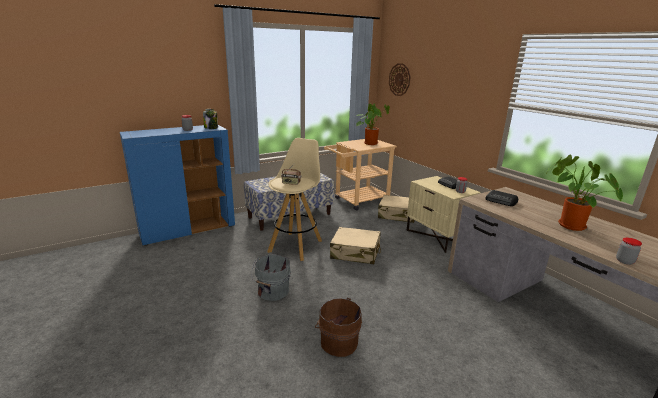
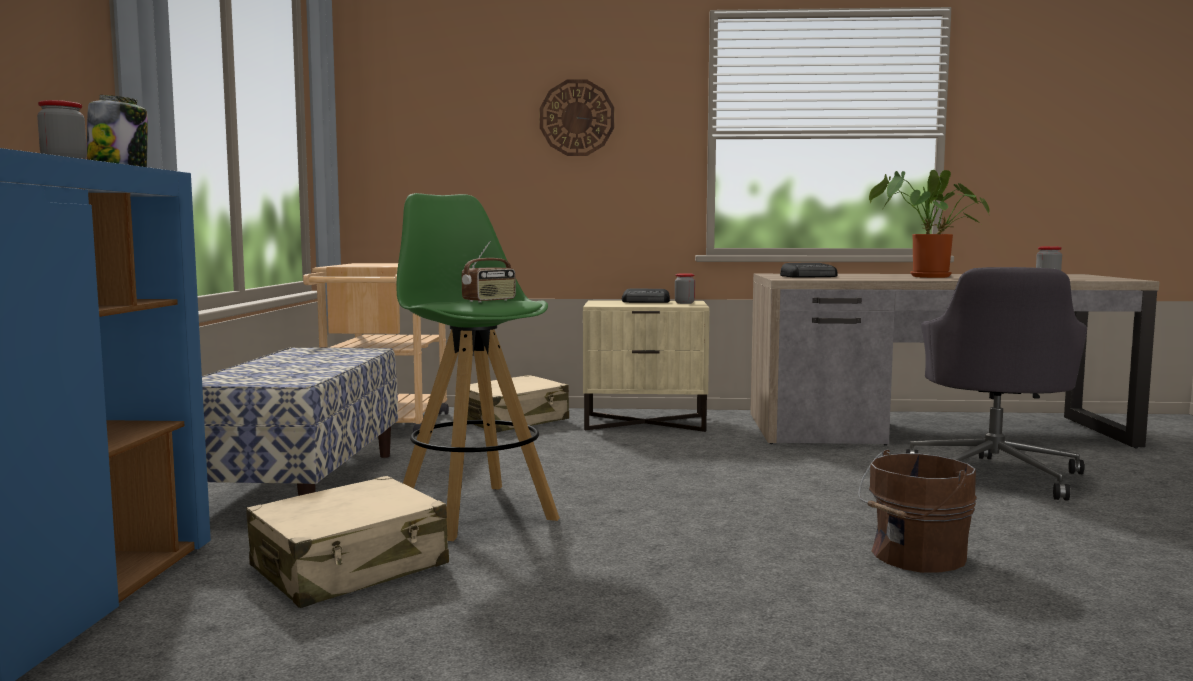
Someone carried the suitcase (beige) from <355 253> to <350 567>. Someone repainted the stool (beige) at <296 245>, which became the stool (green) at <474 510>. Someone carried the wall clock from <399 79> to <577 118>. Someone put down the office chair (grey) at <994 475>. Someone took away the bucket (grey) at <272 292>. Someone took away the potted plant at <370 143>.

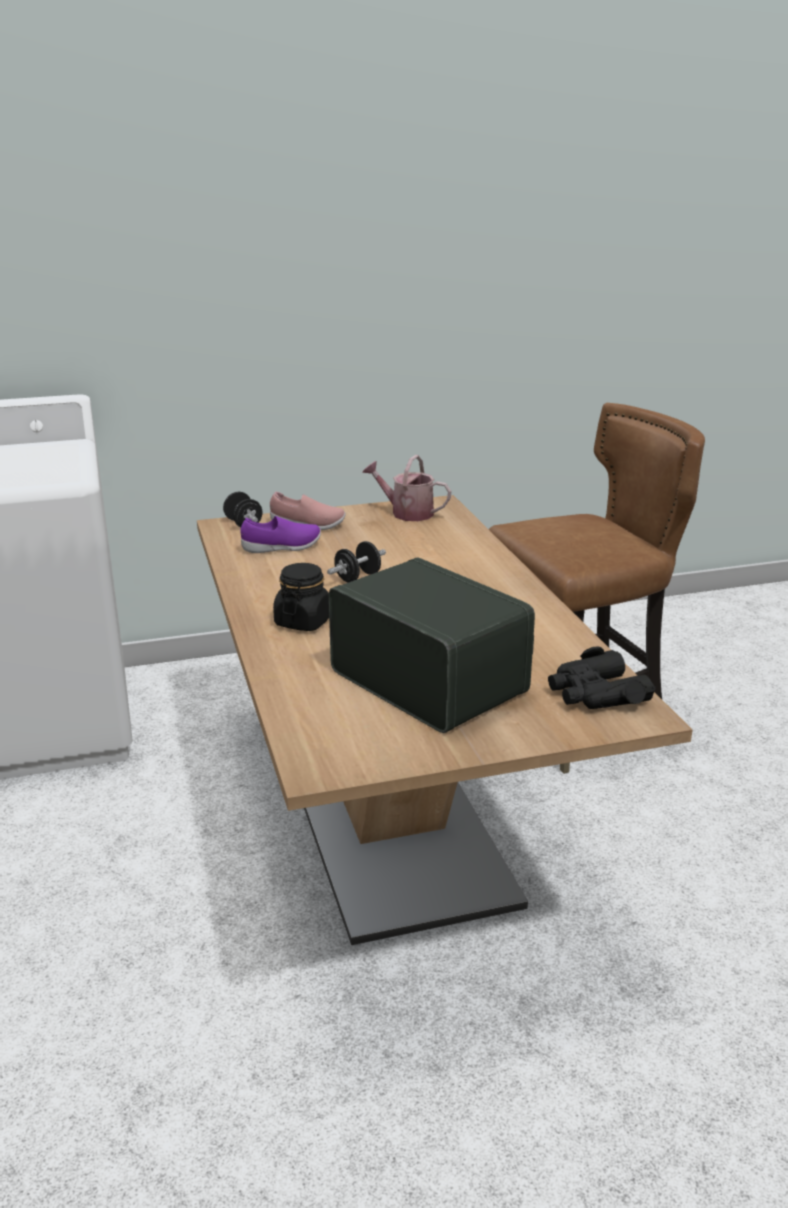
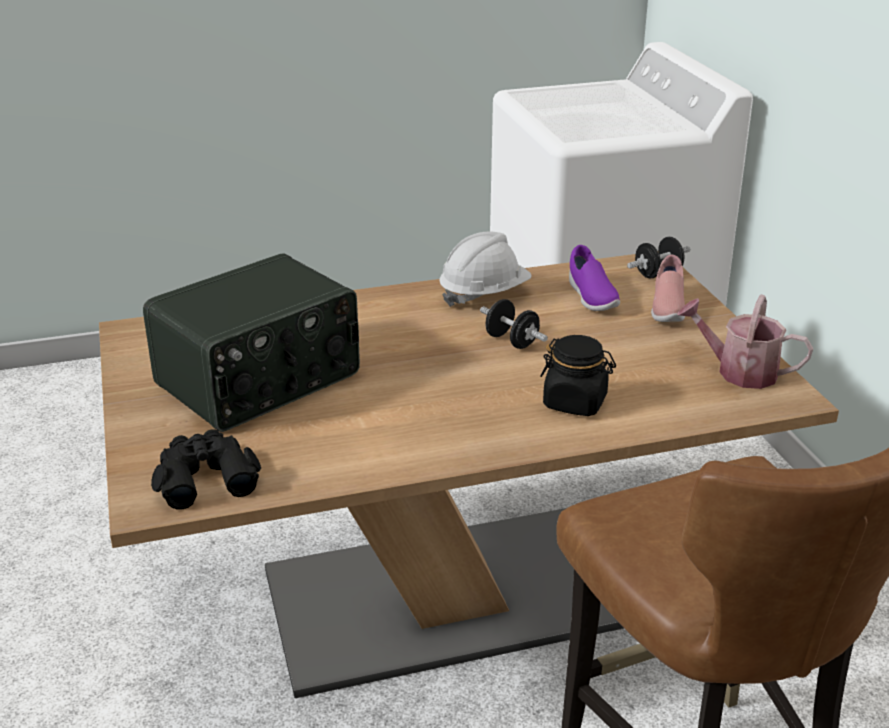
Someone put down the hard hat (white) at <484 294>. Someone carried the jar (black) from <303 621> to <575 402>. Someone rotated the watering can at <406 513> by 90 degrees counterclockwise.

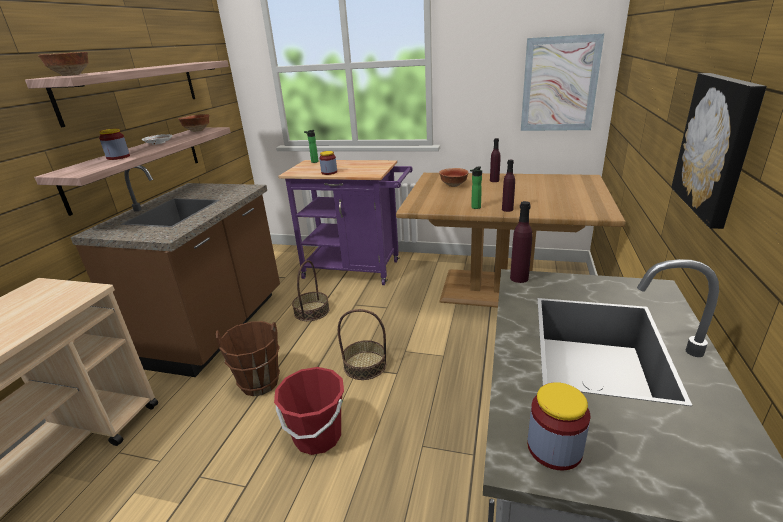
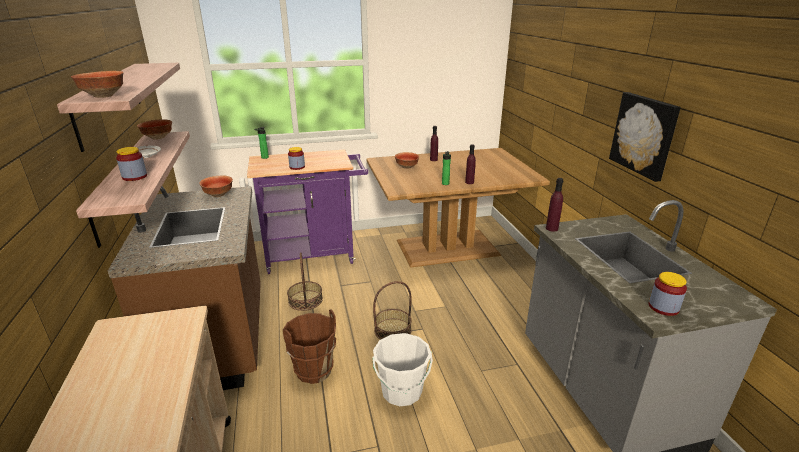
Someone put down the bowl at <219 195>. Someone repainted the bucket (red) at <317 436>, which became the bucket (white) at <401 391>. Someone took away the picture at <559 85>.

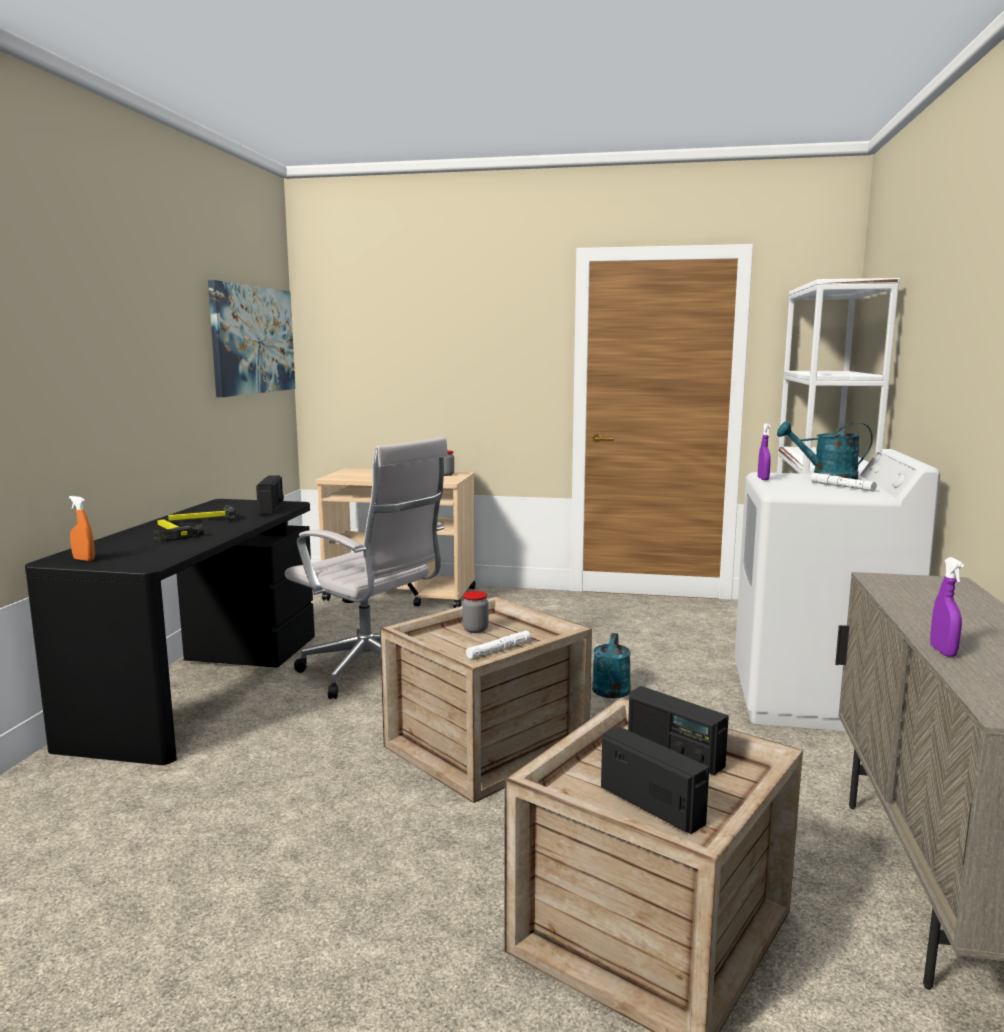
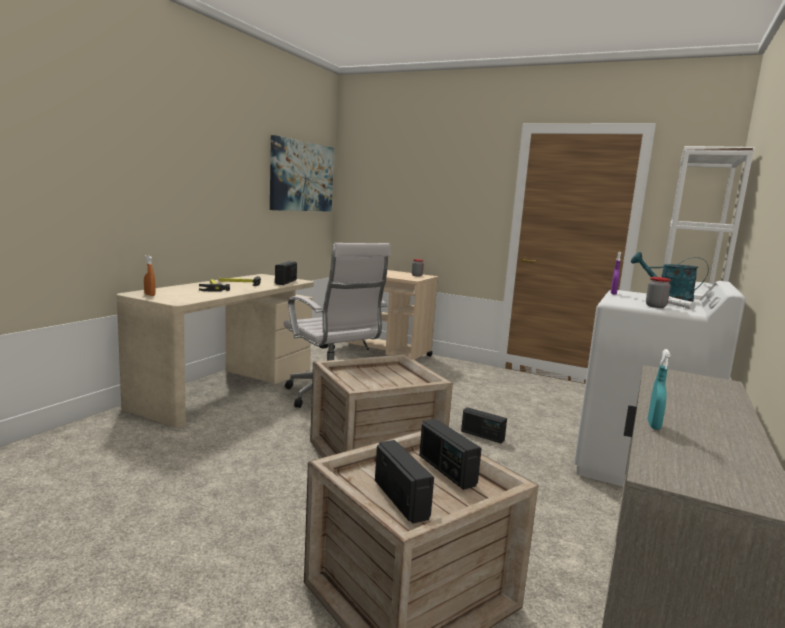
Someone repainted the desk (black) at <202 686>, which became the desk (beige) at <227 387>. Someone swapped the watering can (turquoise) at <610 693> for the radio at <482 436>. Someone carried the jar from <475 629> to <655 306>. Someone repainted the spray bottle (purple) at <943 651>, which became the spray bottle (turquoise) at <653 425>. Someone took away the flashlight (white) at <499 649>.

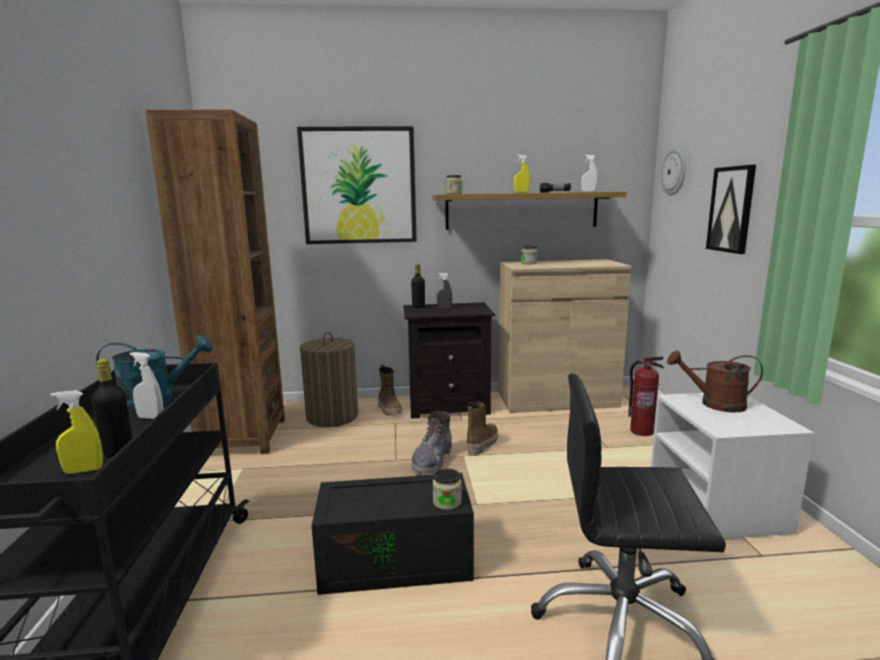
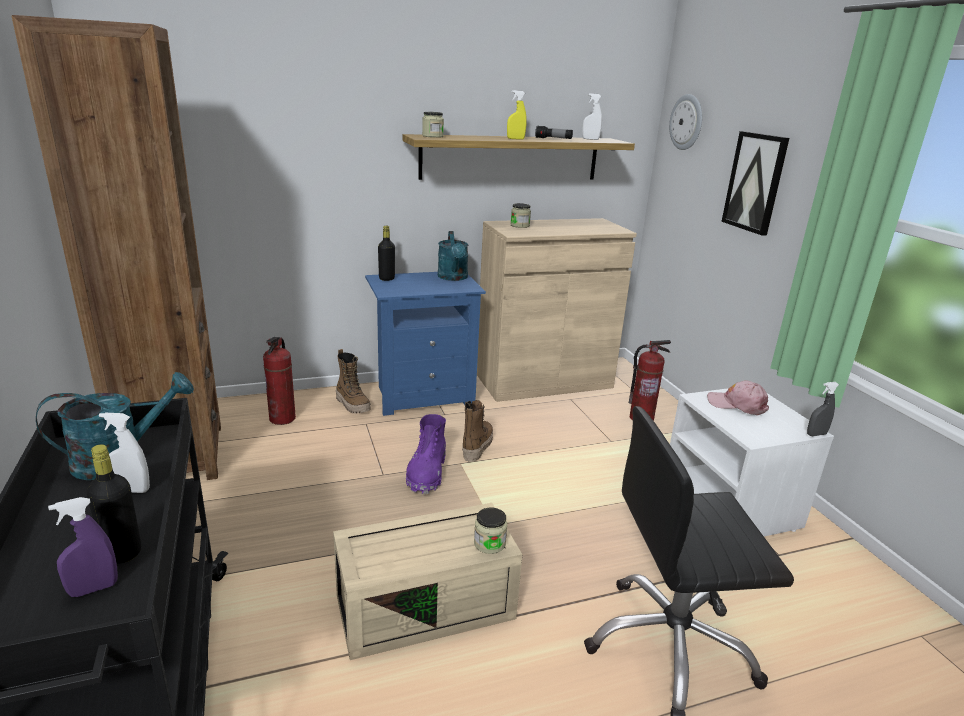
Someone repainted the spray bottle (yellow) at <83 470>, which became the spray bottle (purple) at <93 589>. Someone swapped the laundry basket at <332 416> for the fire extinguisher at <283 419>. Someone repainted the storage box (black) at <397 559>, which became the storage box (beige) at <427 604>. Someone repainted the nightstand (black) at <448 406>, which became the nightstand (blue) at <423 395>. Someone repainted the boot (grey) at <432 461>, which became the boot (purple) at <427 473>. Someone put down the watering can (turquoise) at <453 278>. Someone swapped the watering can (brown) at <714 404> for the cap (pink) at <737 404>. Someone carried the spray bottle (grey) from <444 307> to <816 434>. Someone took away the picture at <359 186>.

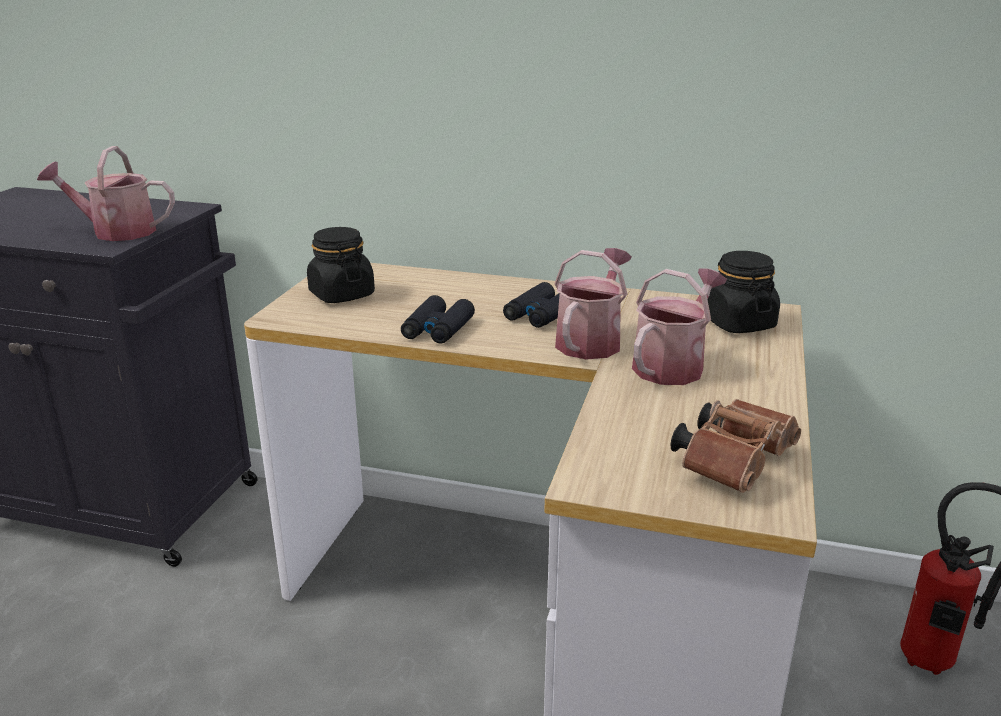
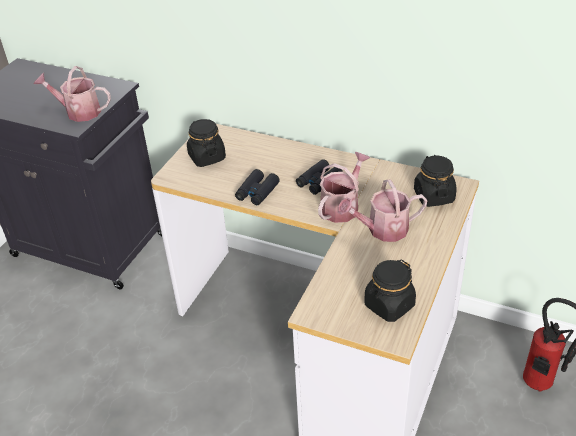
Someone rotated the watering can at <673 365> by 150 degrees counterclockwise. Someone swapped the binoculars (brown) at <734 462> for the jar (black) at <389 305>.

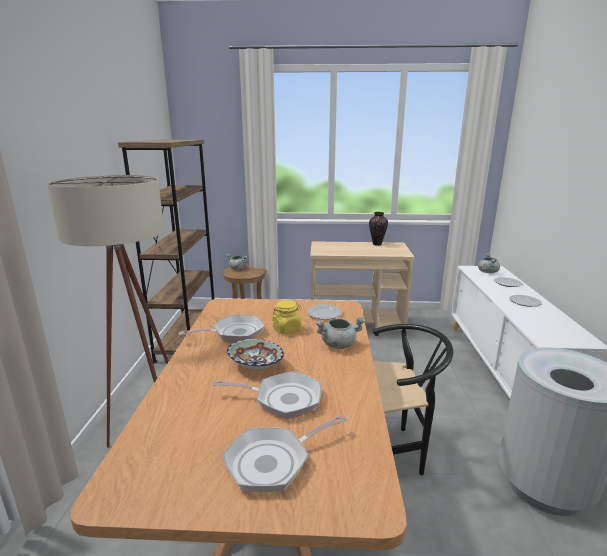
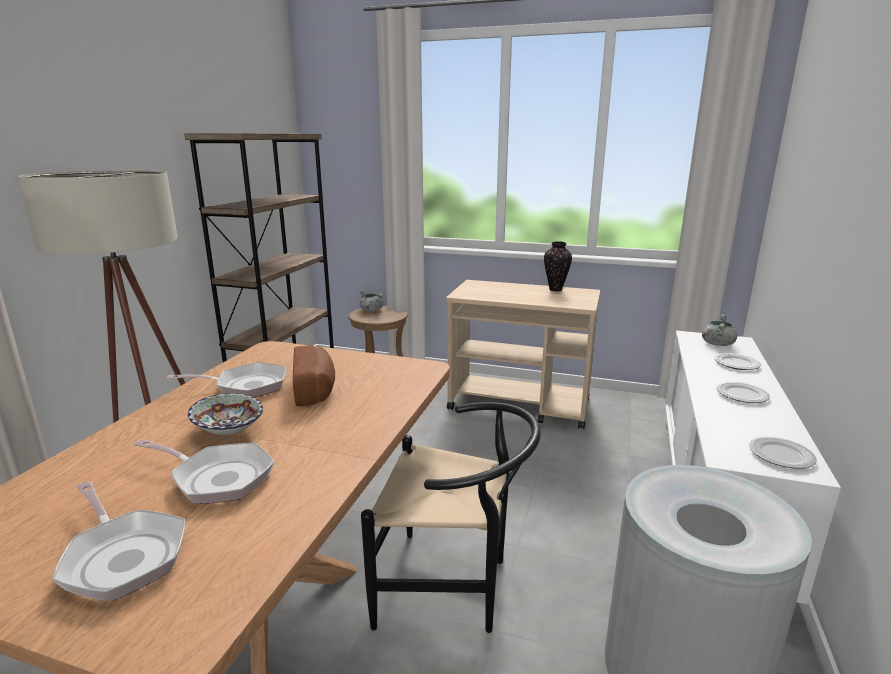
Someone rotated the frying pan at <273 461> by 120 degrees counterclockwise. Someone swapped the jar (yellow) at <287 329> for the bread at <316 389>. Someone carried the plate from <324 313> to <781 455>. Someone took away the cooking pot (grey) at <339 344>.

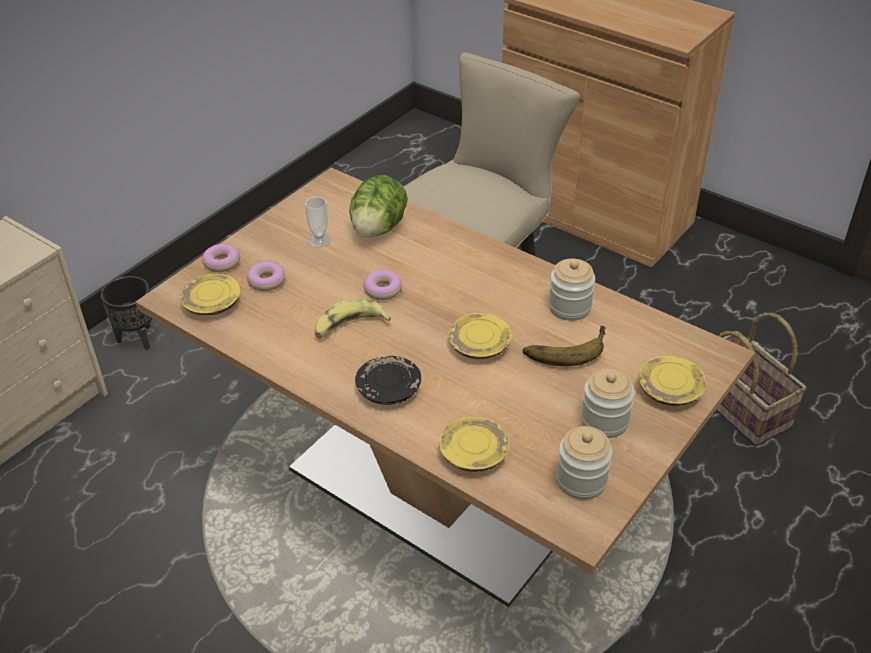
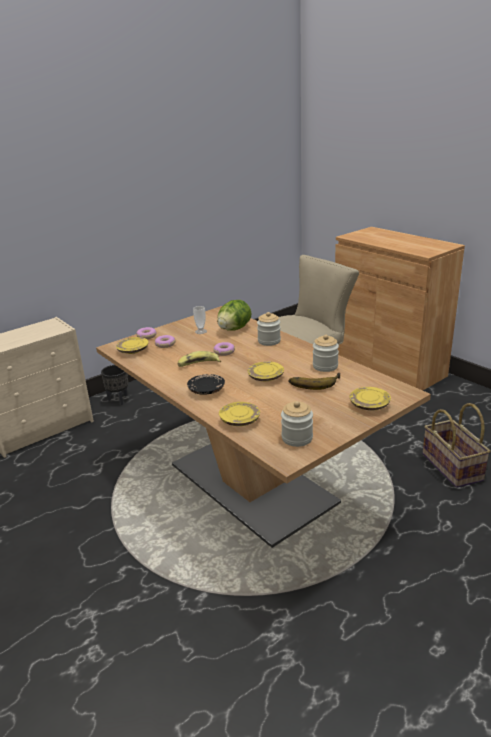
Someone carried the jar from <604 421> to <269 341>.

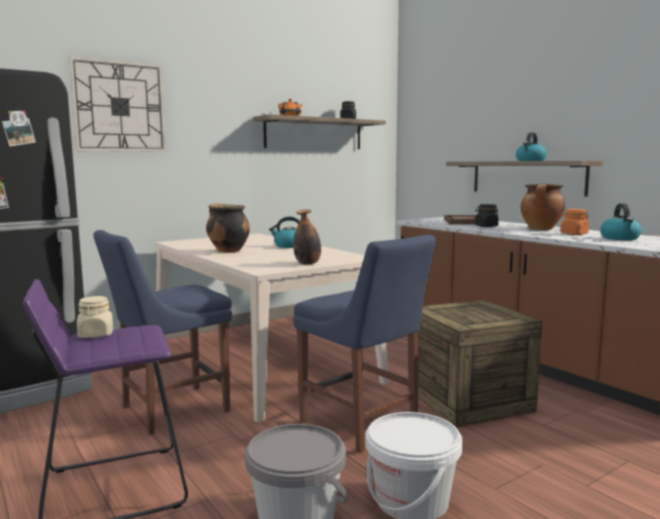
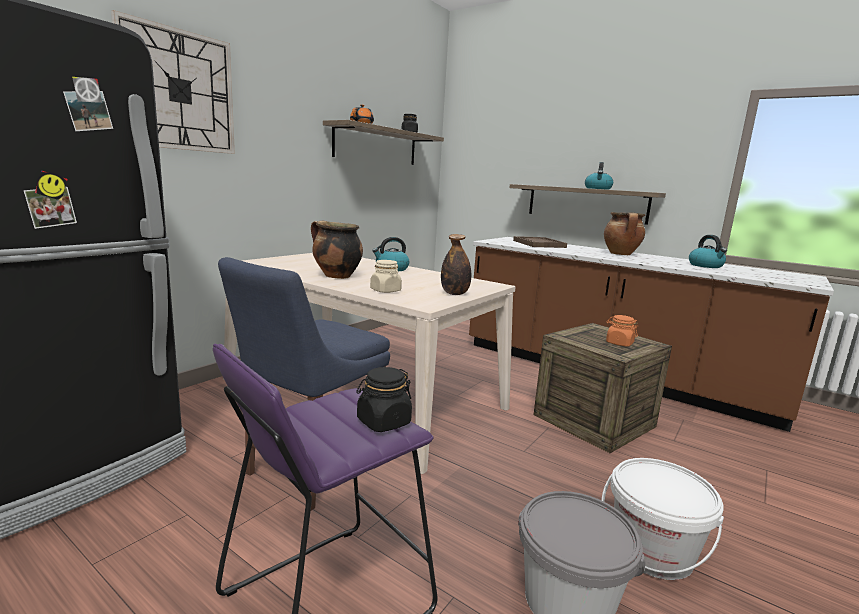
Someone carried the jar (black) from <486 226> to <383 422>. Someone carried the jar (beige) from <96 335> to <385 291>. Someone carried the jar (orange) from <573 234> to <619 343>. Someone took away the chair (blue) at <362 425>.

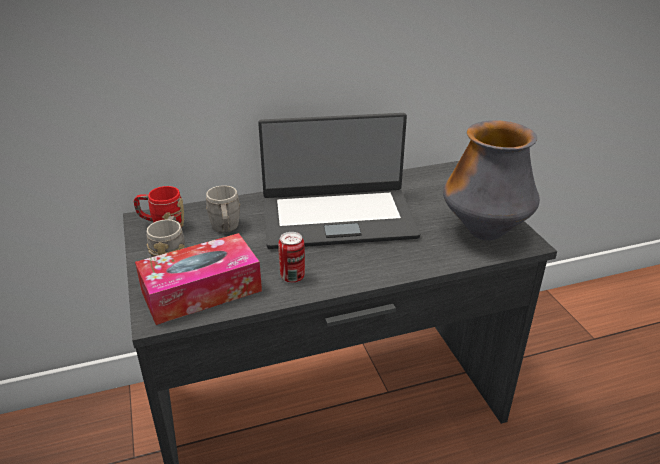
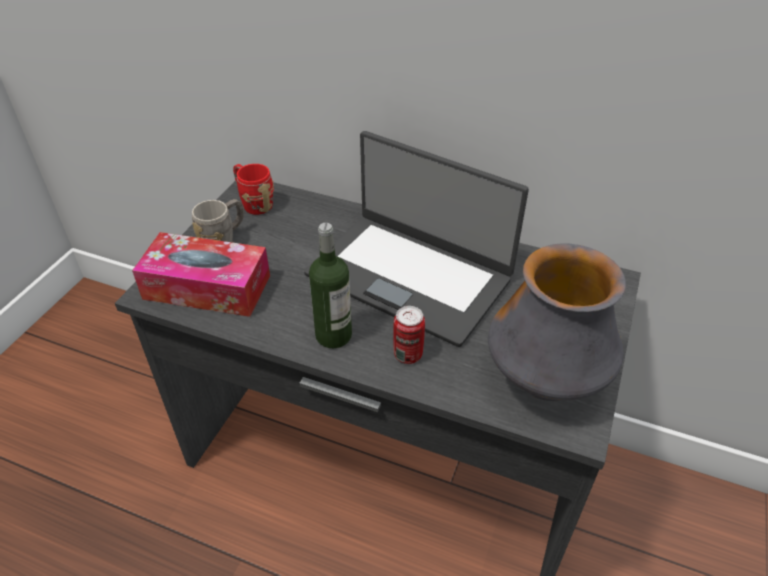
Someone put down the bottle at <333 335>. Someone carried the can from <292 277> to <408 354>. Someone took away the mug (grey) at <226 229>.

